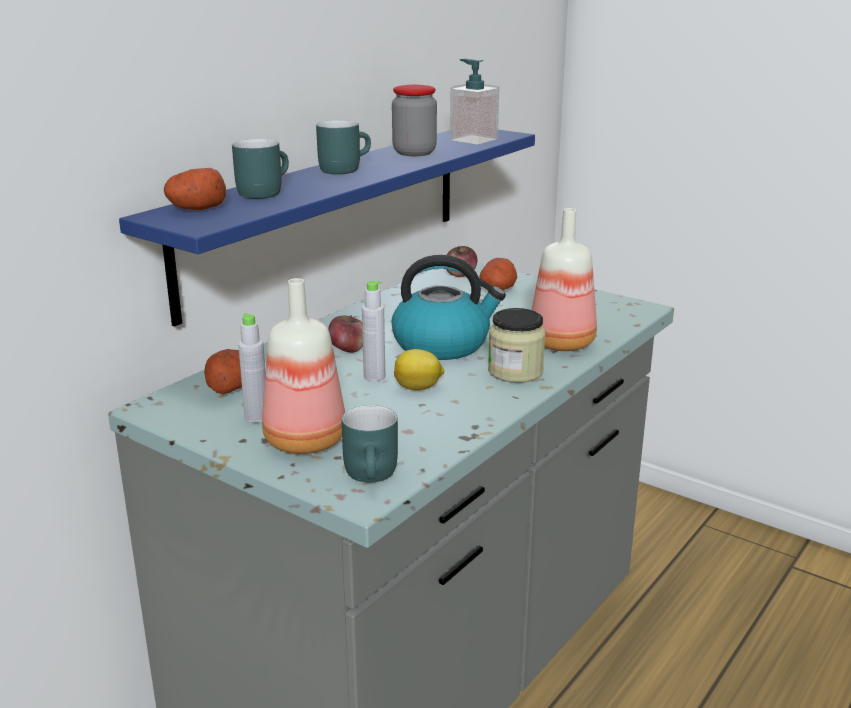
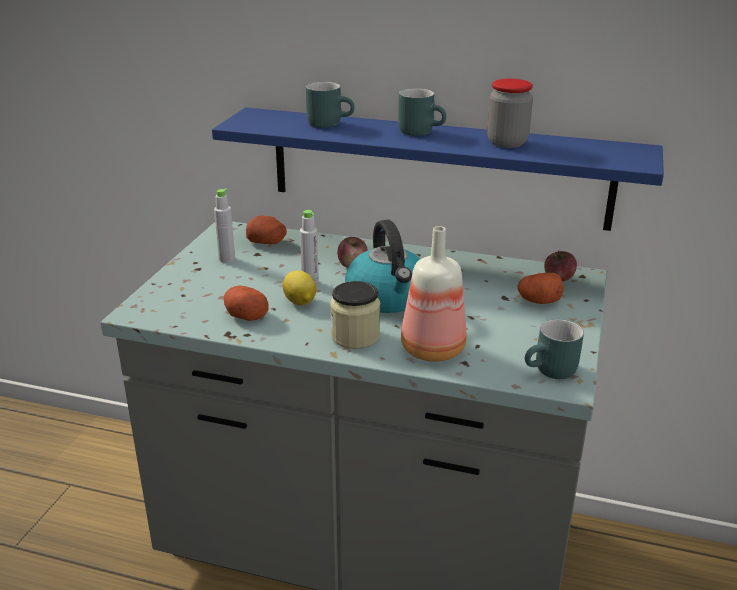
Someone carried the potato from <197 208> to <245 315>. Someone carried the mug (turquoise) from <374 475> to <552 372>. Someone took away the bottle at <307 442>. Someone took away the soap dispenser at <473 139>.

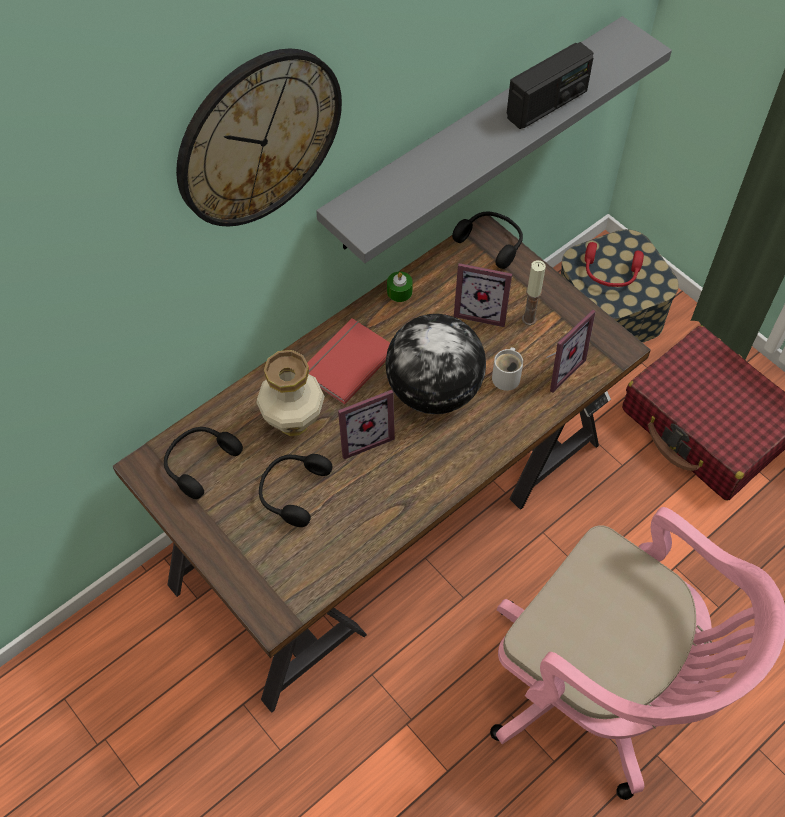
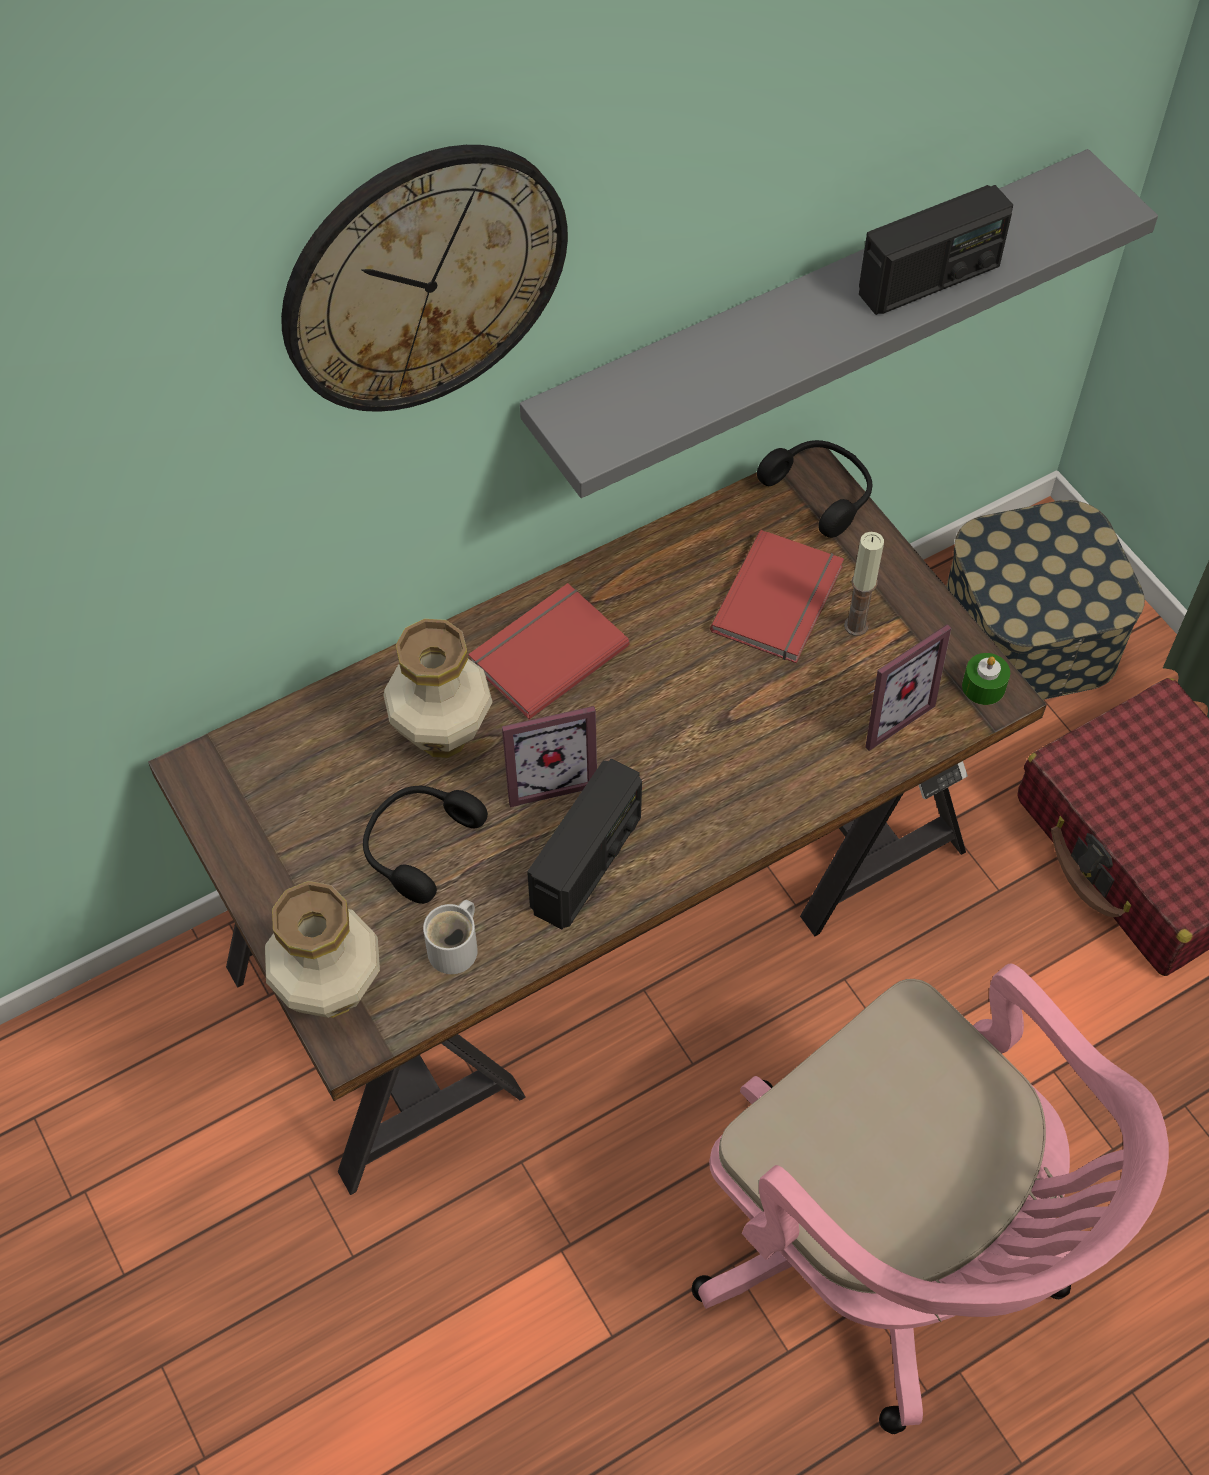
Someone put down the vase at <331 994>. Someone carried the mug (white) from <507 376> to <456 948>. Someone put down the radio at <587 864>. Someone swapped the picture frame at <481 310> for the book (red) at <781 600>. Someone carried the candle (green) from <399 292> to <983 686>. Someone took away the headphones (black) at <199 463>. Someone took away the globe at <434 391>. Someone took away the headphones (red) at <610 273>.

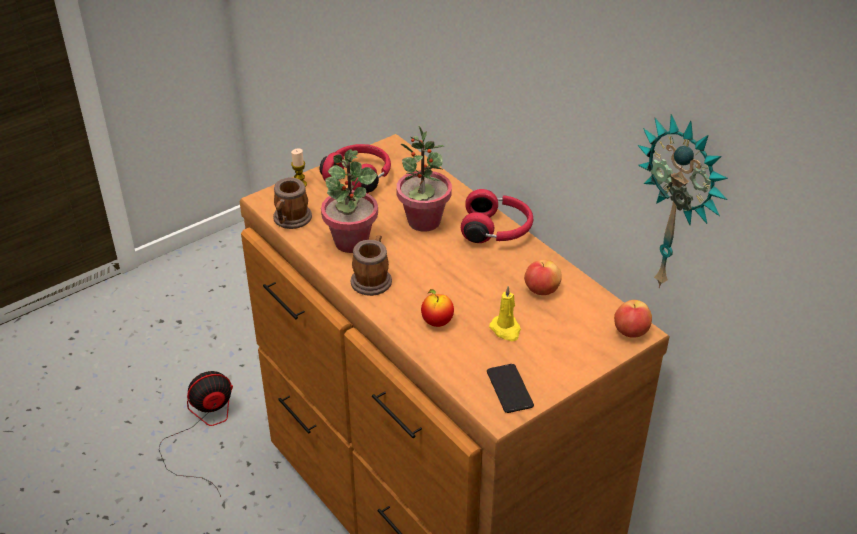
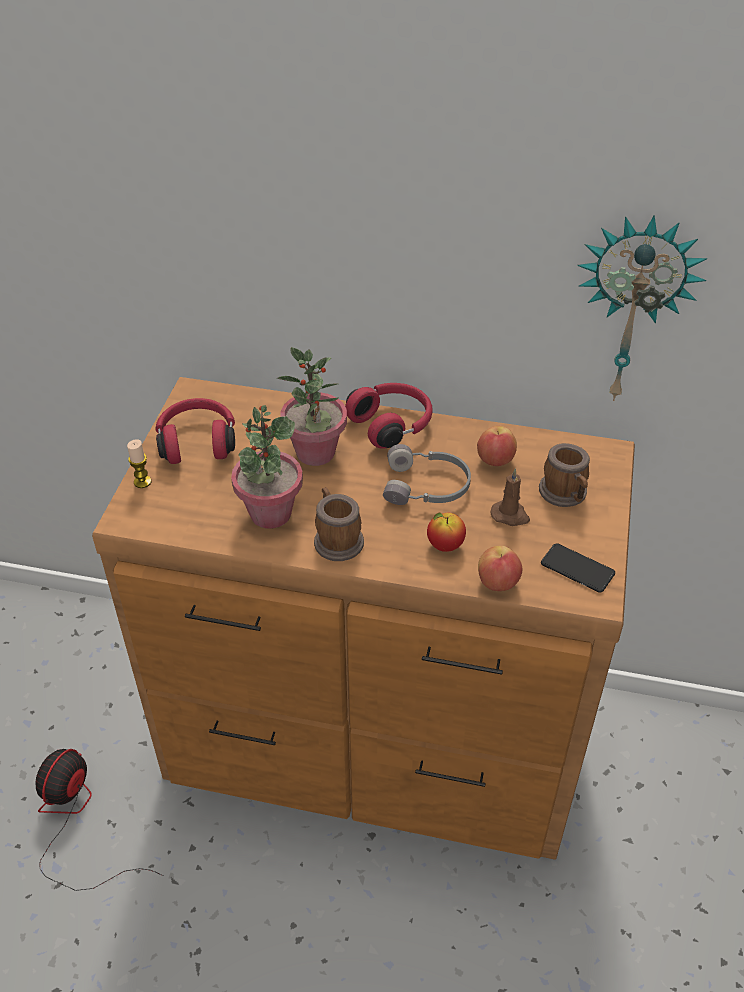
Someone put down the headphones (grey) at <427 487>. Someone carried the apple from <631 332> to <498 582>. Someone repainted the candle (yellow) at <506 330>, which became the candle (brown) at <510 515>. Someone carried the mug from <290 220> to <565 494>.

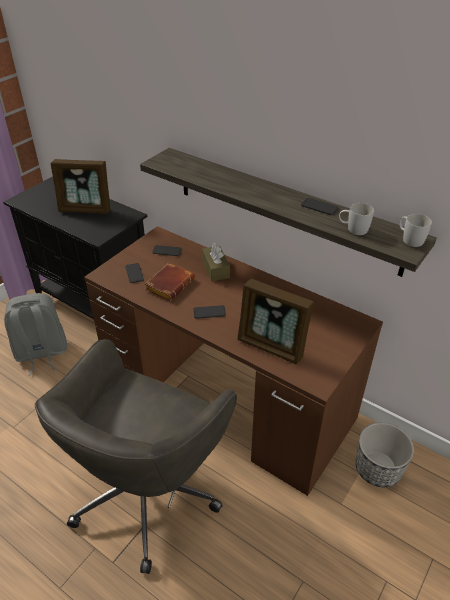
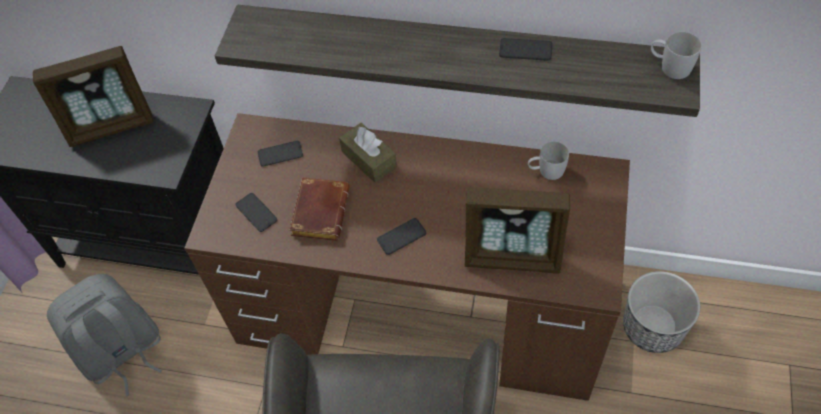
Someone carried the mug (white) from <353 229> to <546 171>.

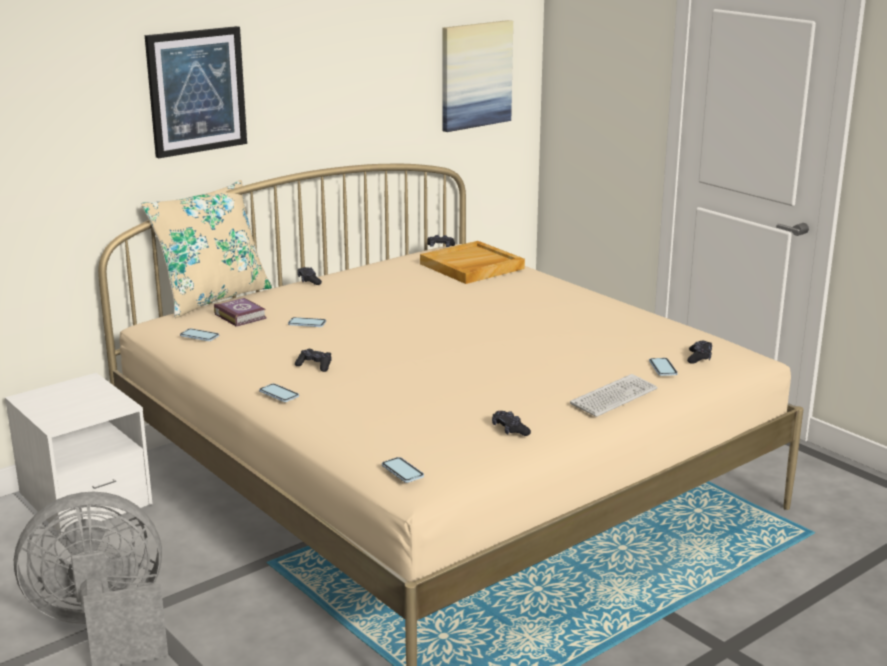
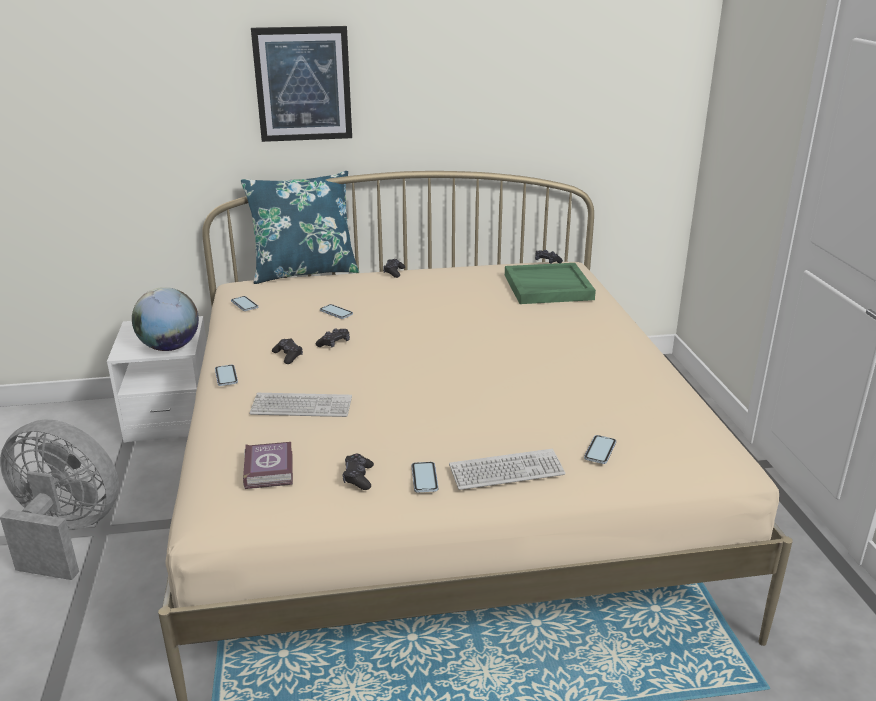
Someone put down the globe at <169 347>. Someone repainted the pillow (beige) at <213 298>, which became the pillow (blue) at <304 272>. Someone carried the book from <240 316> to <270 469>. Someone put down the keyboard at <301 407>. Someone carried the game controller (black) from <699 357> to <334 343>. Someone carried the phone from <402 471> to <424 478>. Someone repainted the tray (beige) at <471 266>, which became the tray (green) at <547 287>. Someone took away the picture at <475 75>.

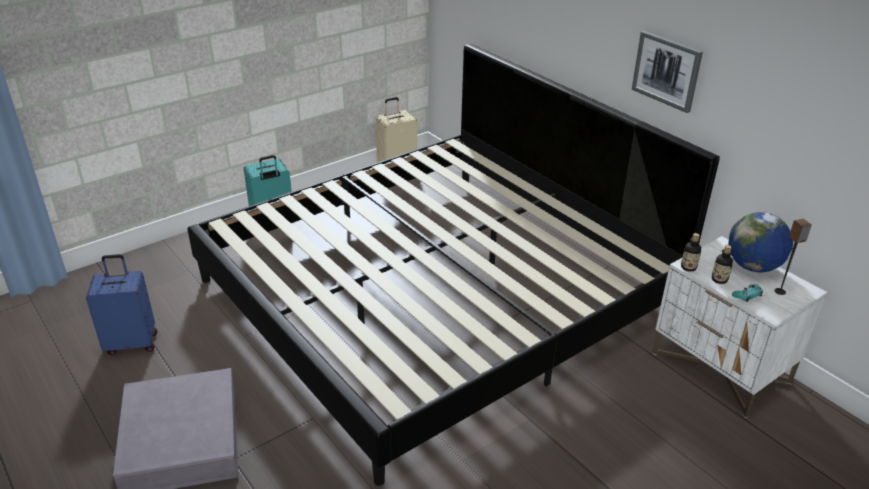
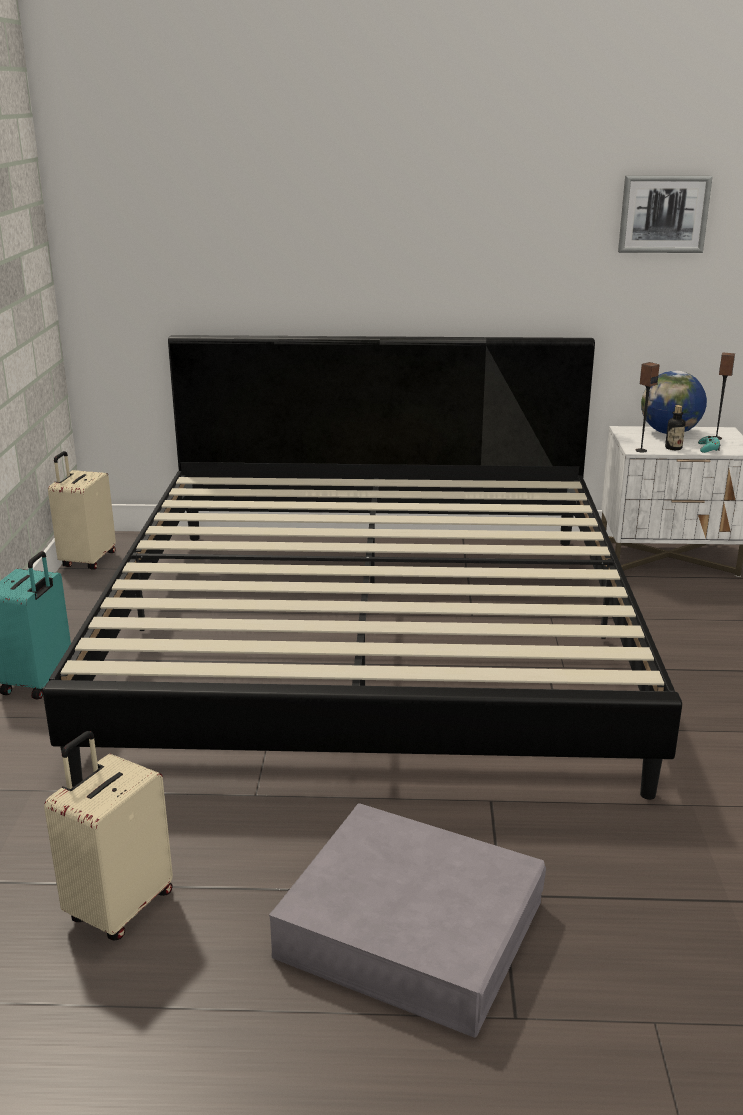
Someone repainted the suitcase (blue) at <132 343>, which became the suitcase (beige) at <119 906>. Someone carried the picture from <667 71> to <663 214>. Someone swapped the bottle at <688 267> for the speaker at <640 450>.

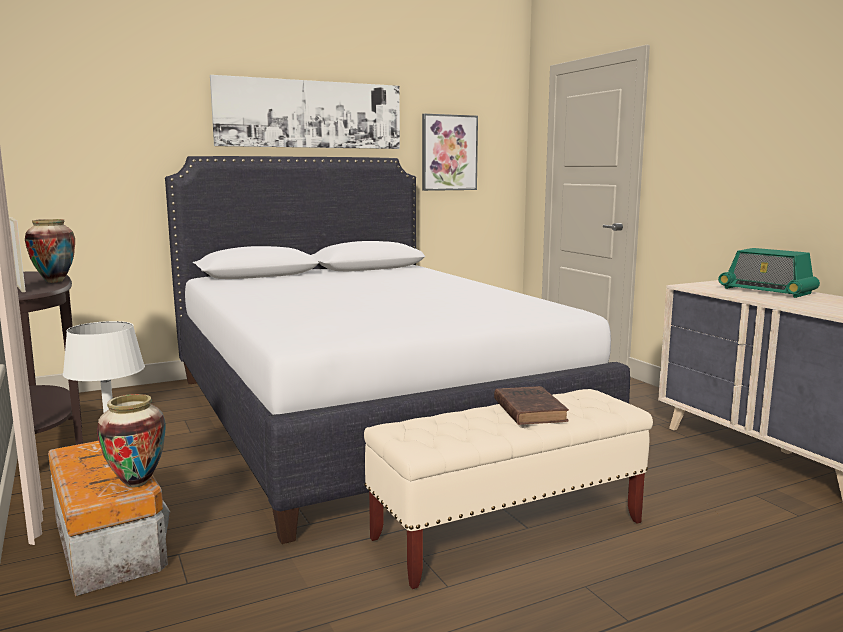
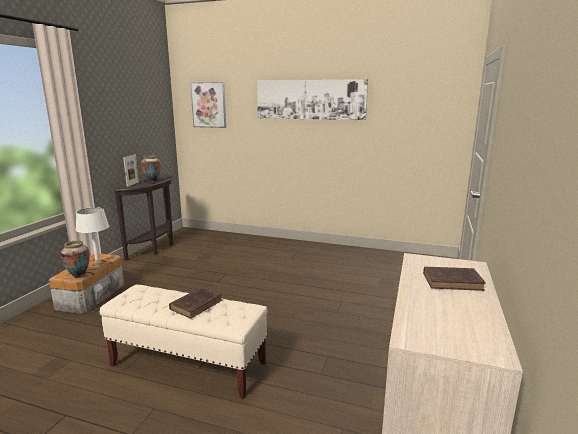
Someone carried the picture from <449 152> to <209 105>. Someone swapped the radio at <766 291> for the book (brown) at <454 282>. Someone took away the bed (white) at <365 416>.

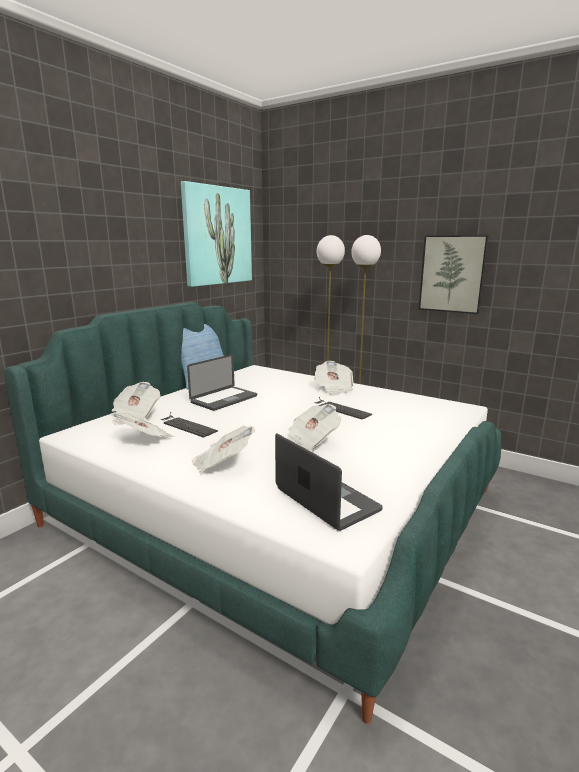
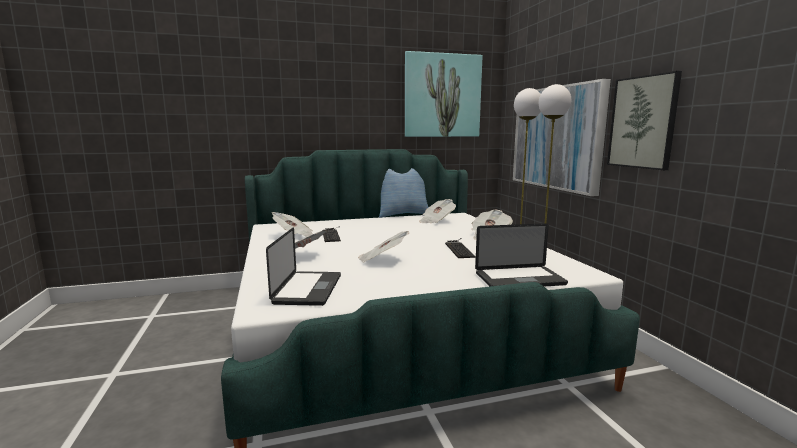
Someone carried the newspaper from <135 416> to <436 221>. Someone carried the laptop from <224 399> to <519 279>. Someone put up the picture at <557 138>.

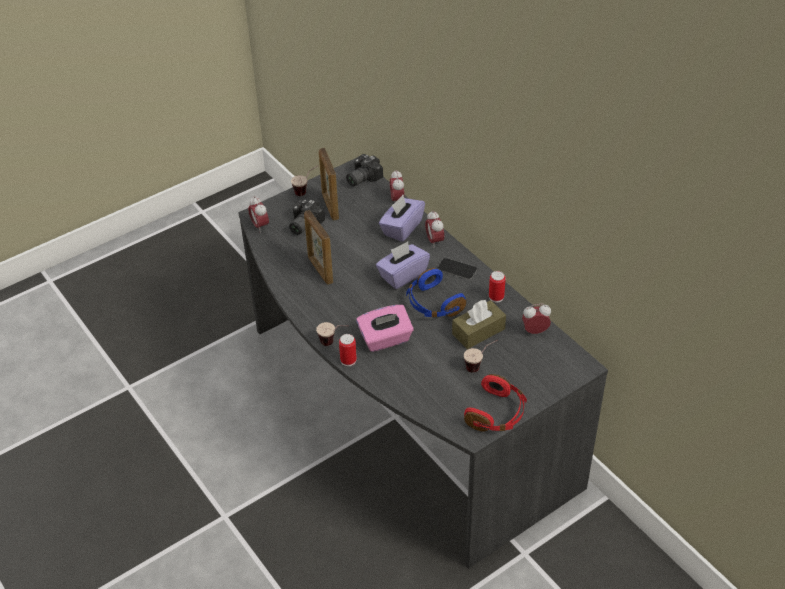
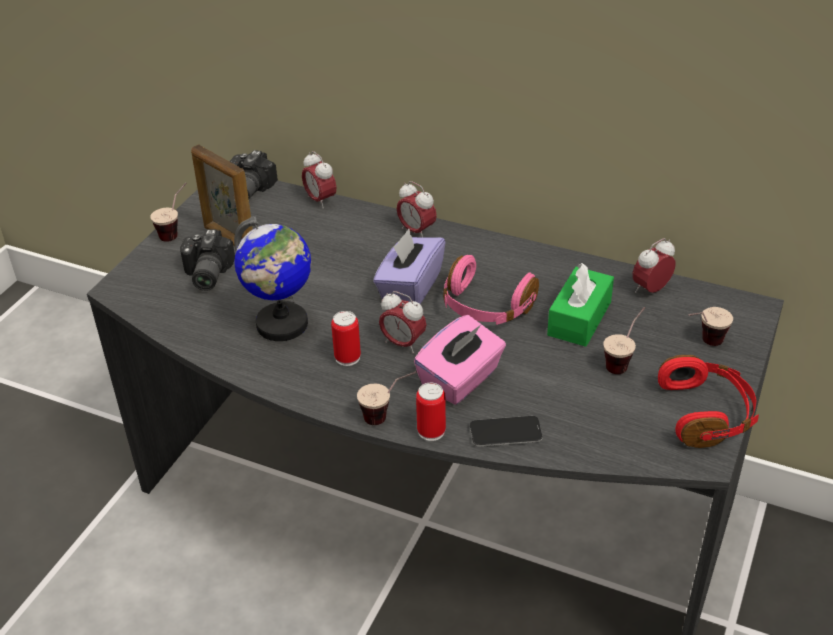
Someone swapped the picture frame at <320 270> for the globe at <282 325>. Someone carried the can from <496 297> to <347 357>. Someone carried the alarm clock from <260 226> to <403 343>. Someone repainted the headphones (blue) at <433 304>, which became the headphones (pink) at <486 307>. Someone carried the phone from <457 269> to <506 433>. Someone repainted the tissue box (brown) at <478 331>, which became the tissue box (green) at <579 318>. Someone put down the cup at <703 344>. Someone took away the tissue box (purple) at <402 228>.

